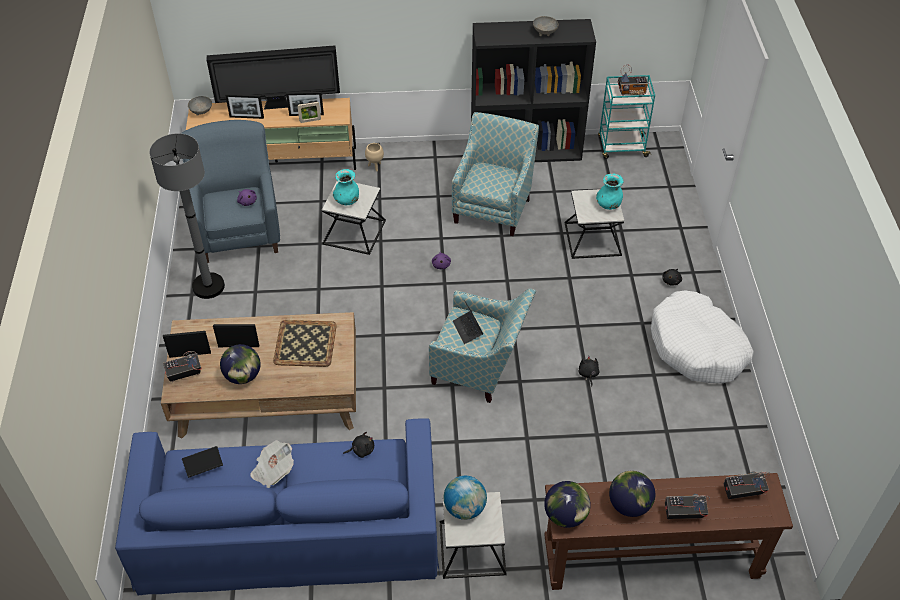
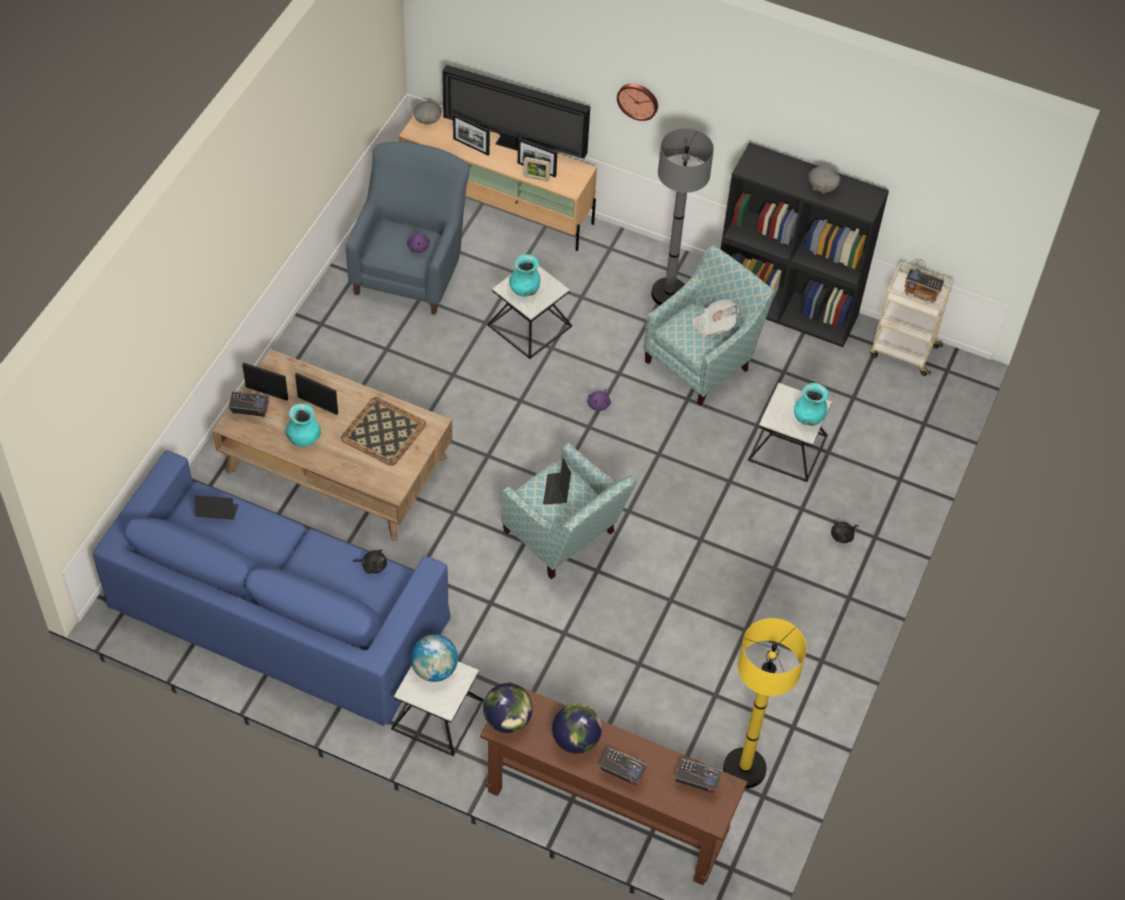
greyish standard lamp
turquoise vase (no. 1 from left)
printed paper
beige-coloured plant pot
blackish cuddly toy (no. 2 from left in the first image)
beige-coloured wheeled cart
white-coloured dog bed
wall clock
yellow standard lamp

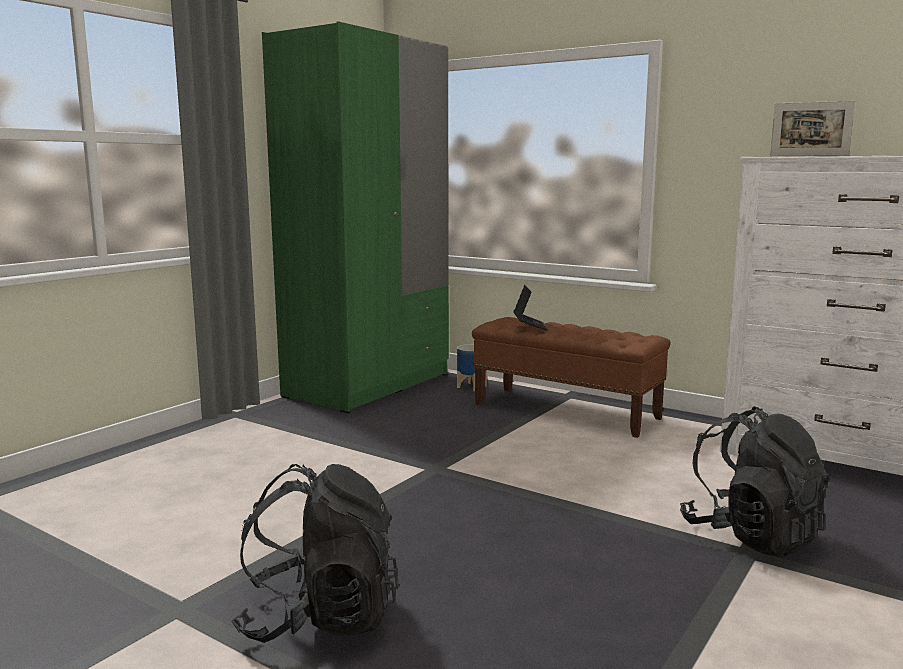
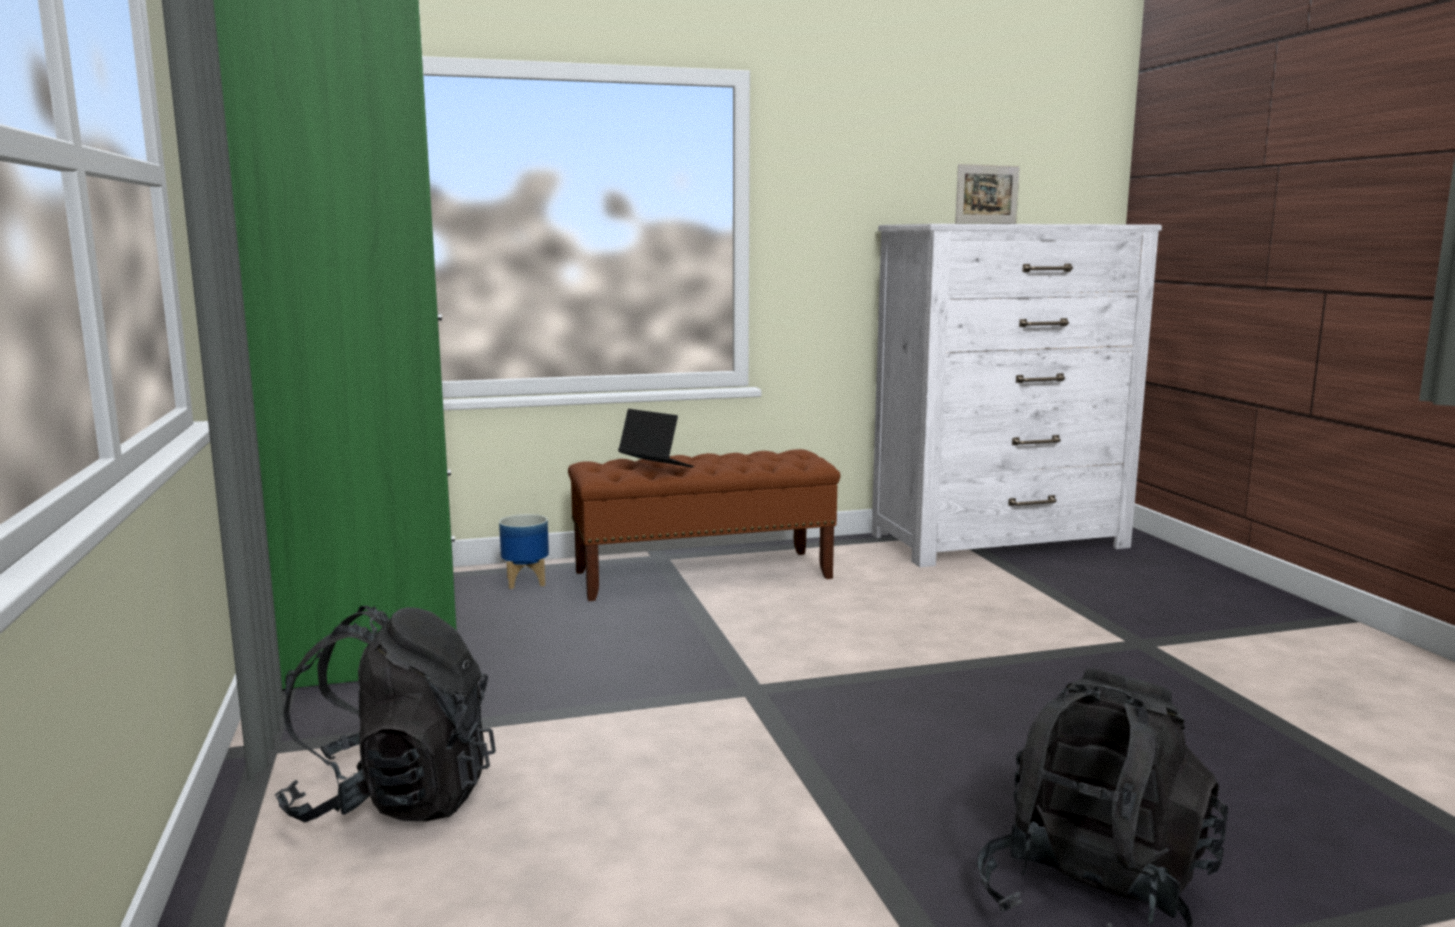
blackish backpack (no. 1 from left)

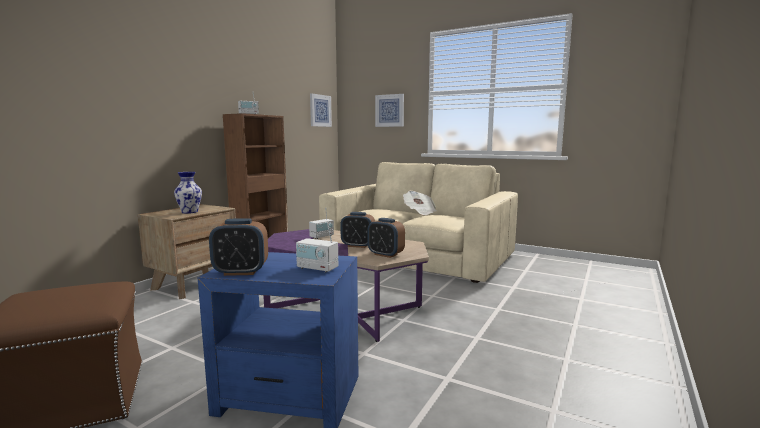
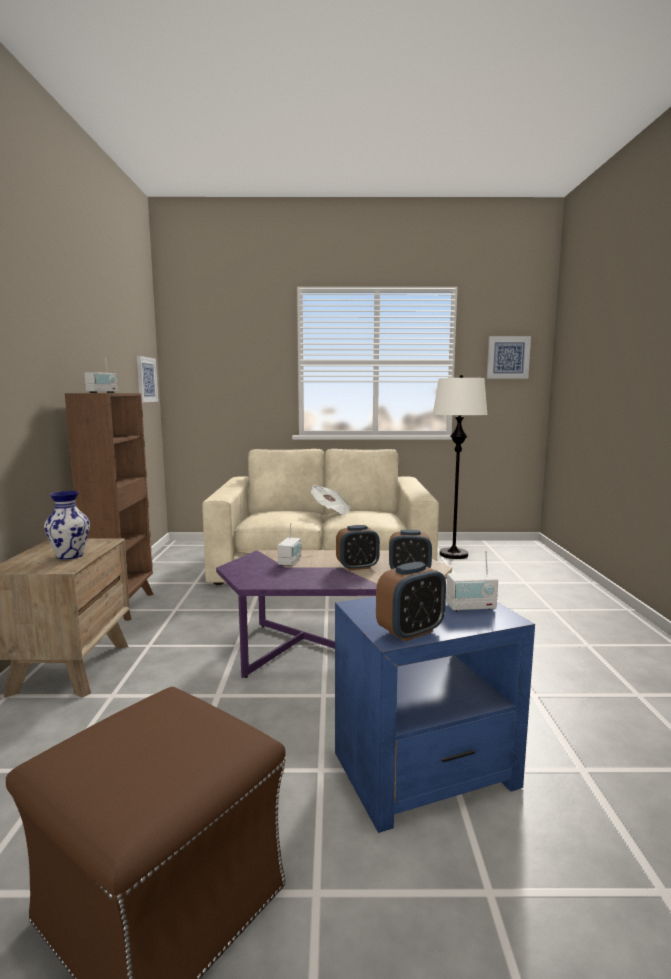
wall art (no. 2 from left)
white-coloured standard lamp

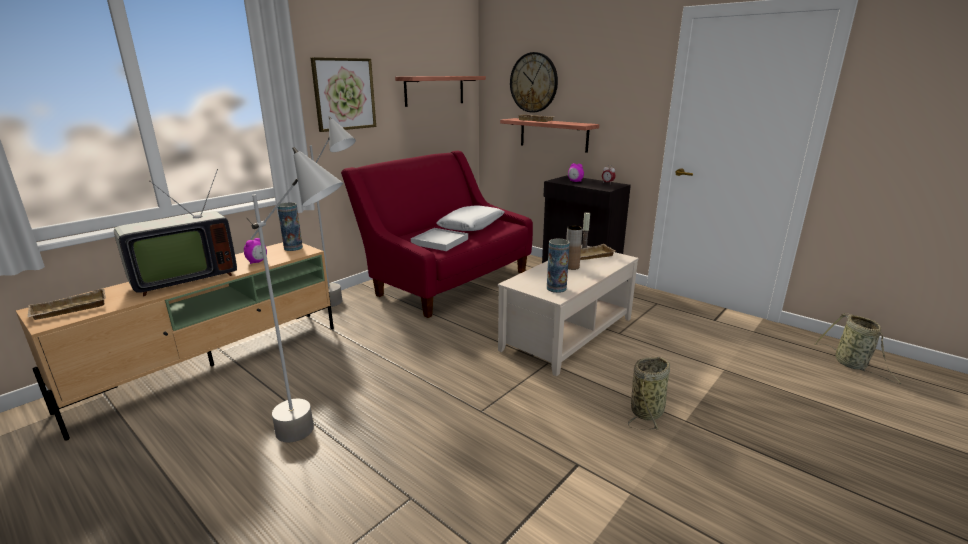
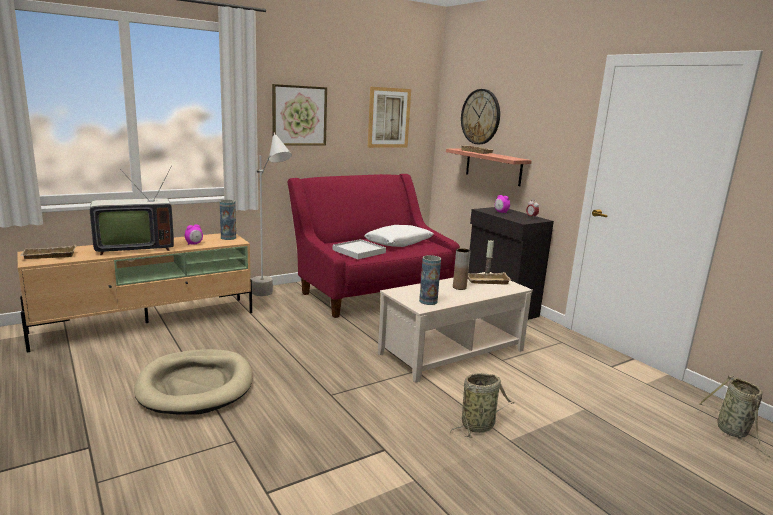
beige-coloured dog bed
wall art (no. 2 from left)

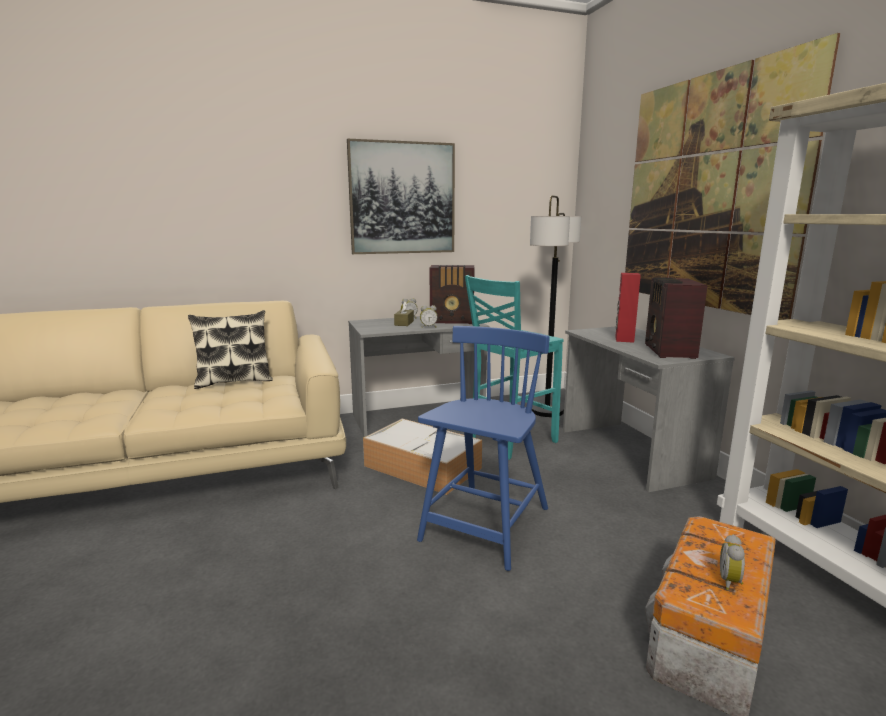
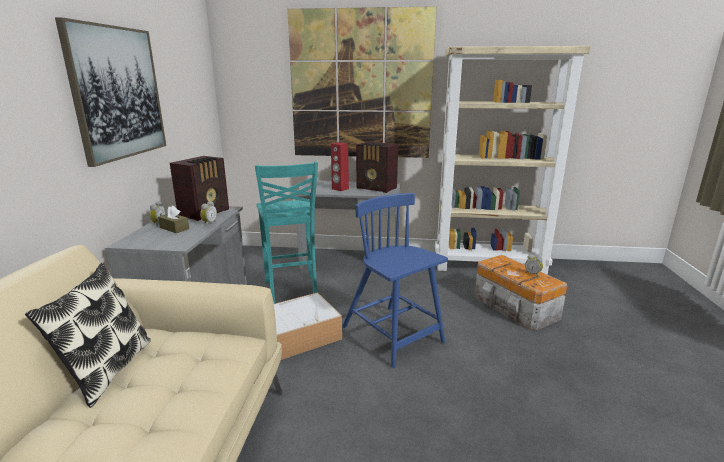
standard lamp

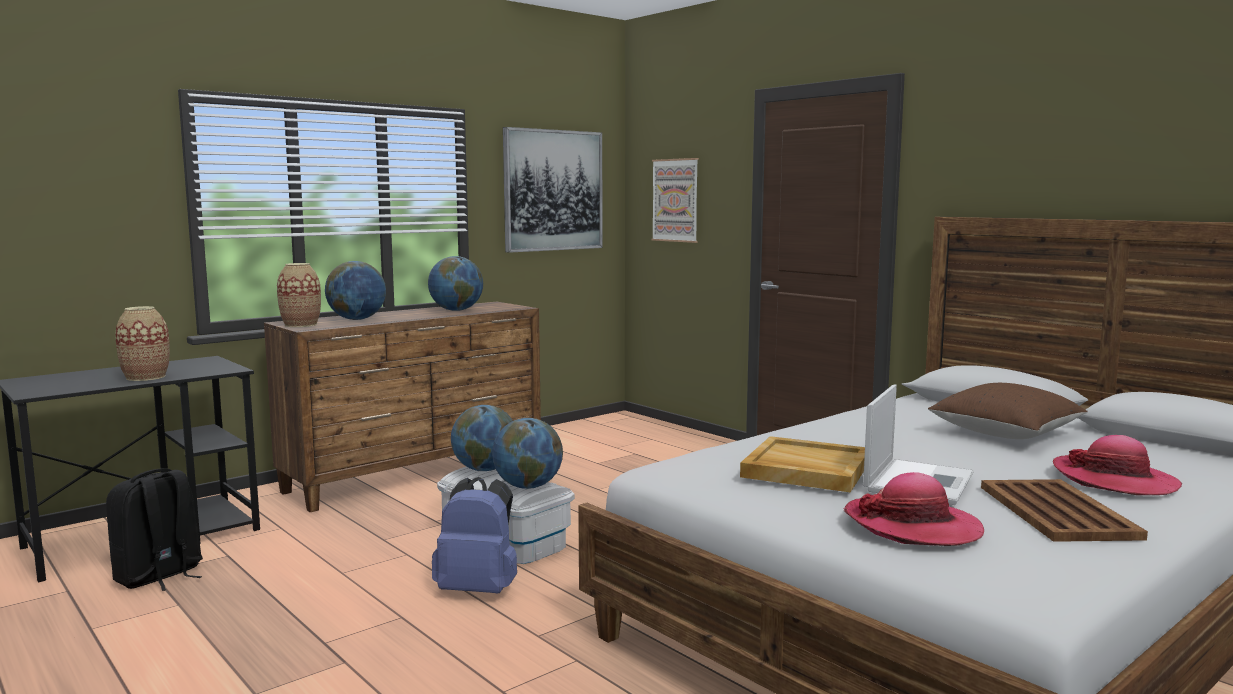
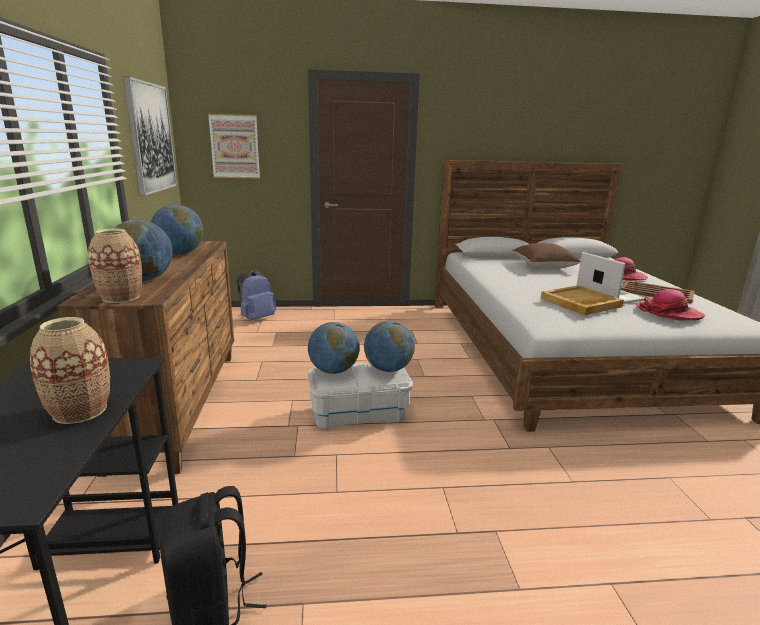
blue-coloured backpack

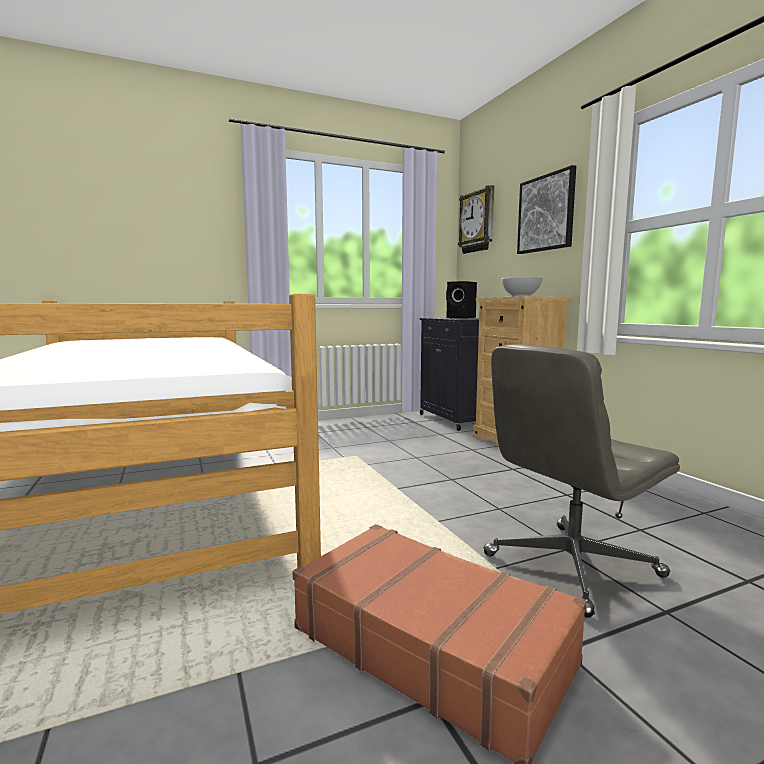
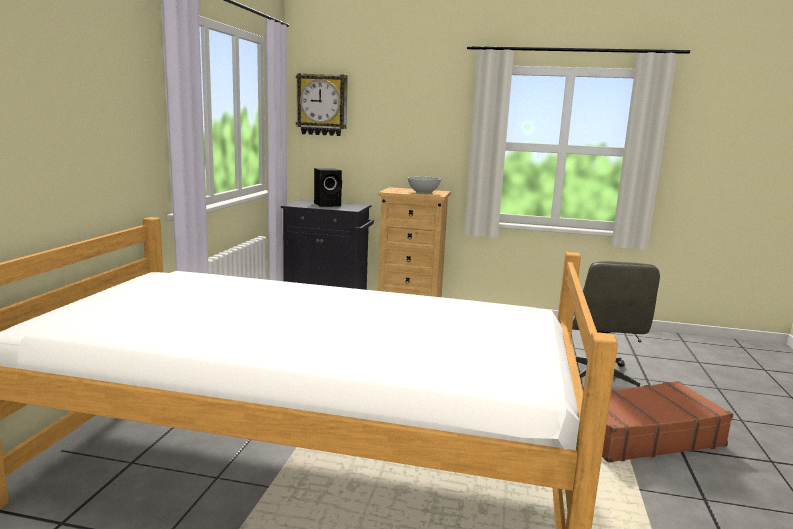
wall art

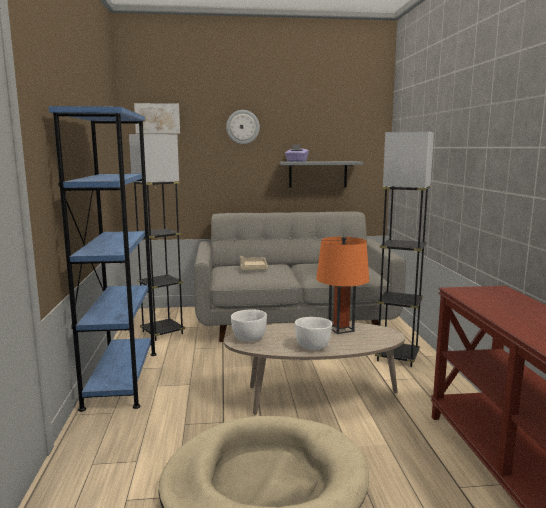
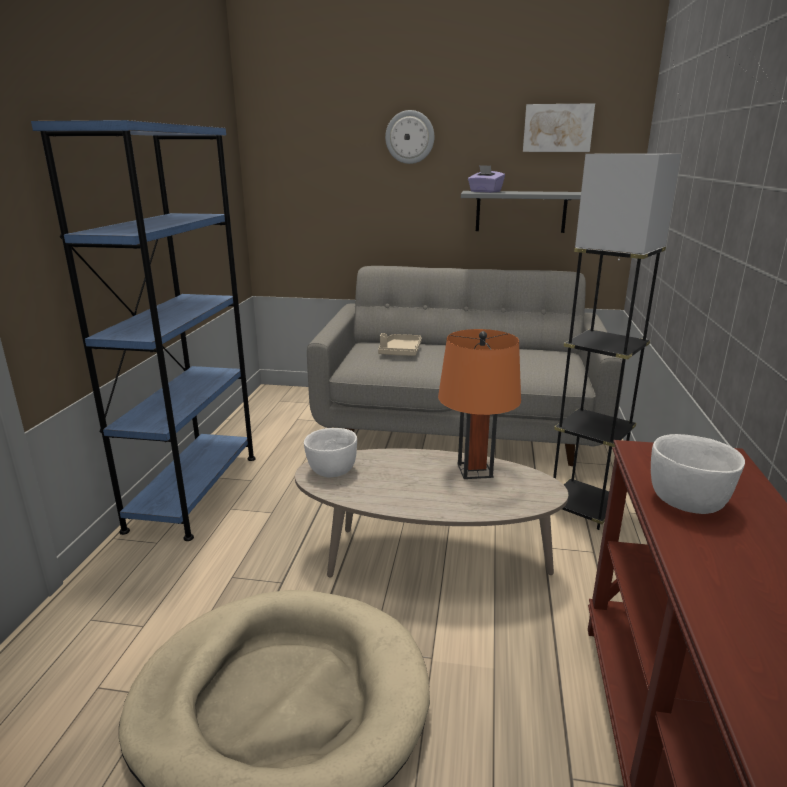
greyish standard lamp (no. 1 from left in the first image)
wall art
white-coloured serving bowl (no. 2 from left)

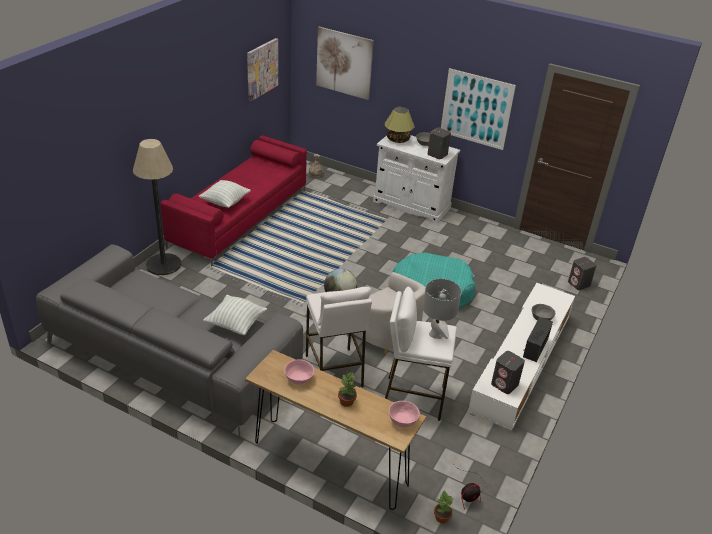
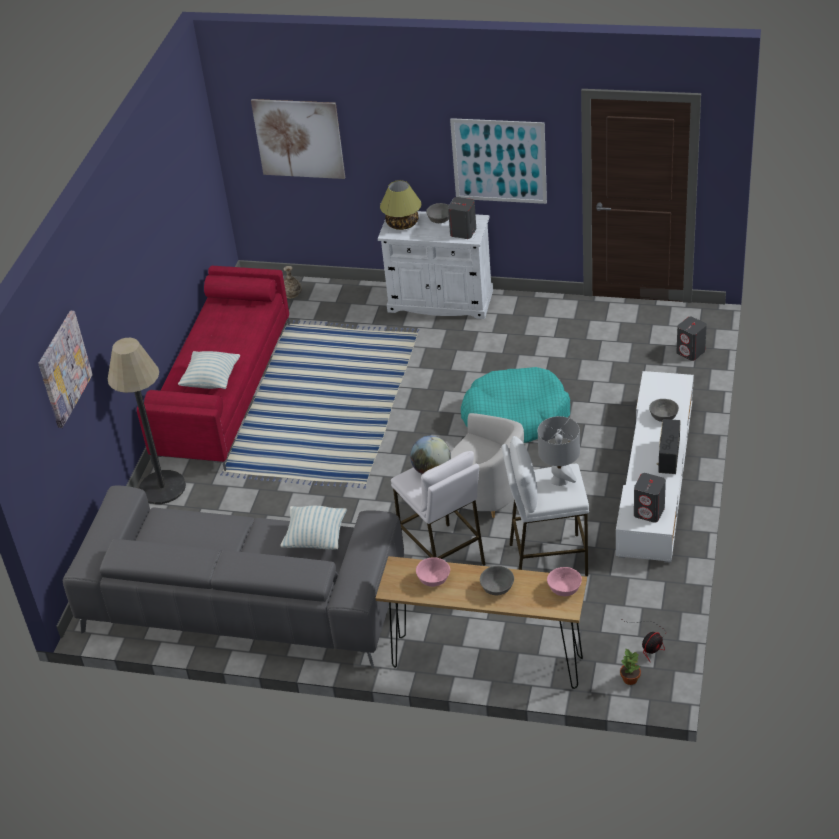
wall art (no. 1 from left)
greyish serving bowl (no. 2 from left)

